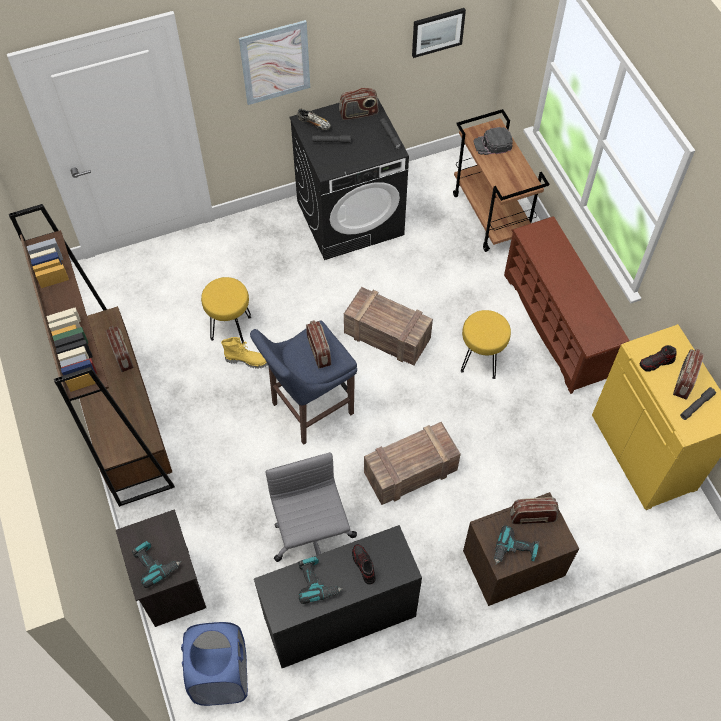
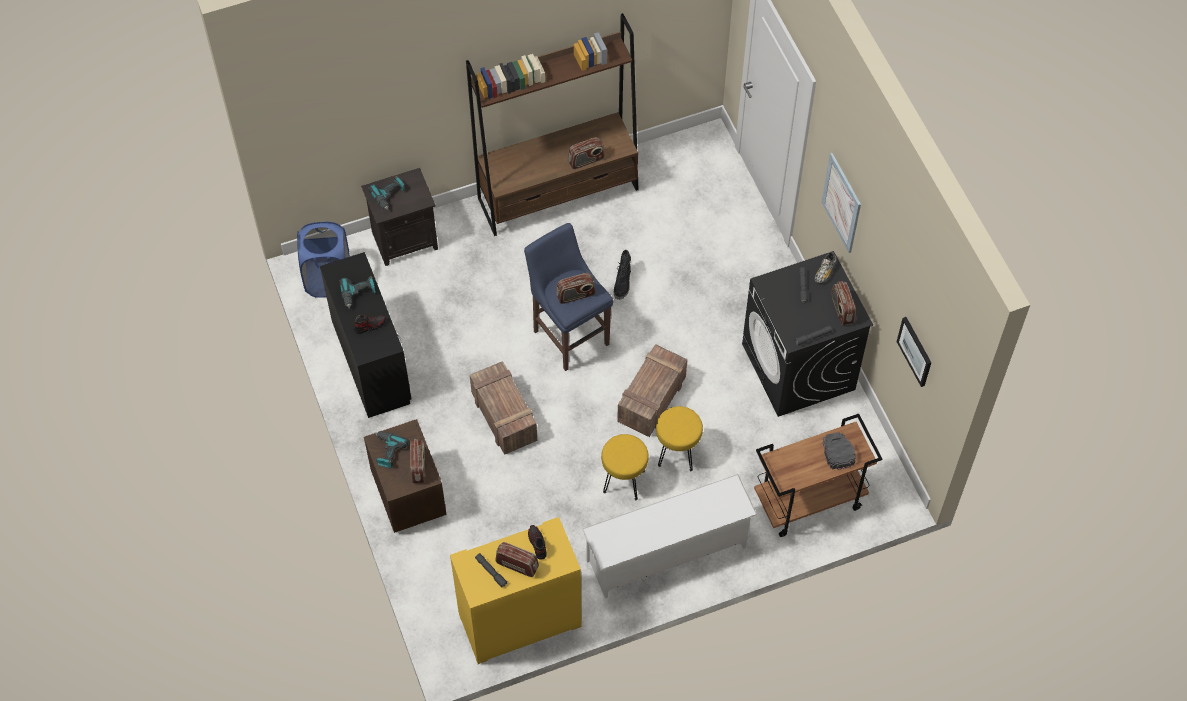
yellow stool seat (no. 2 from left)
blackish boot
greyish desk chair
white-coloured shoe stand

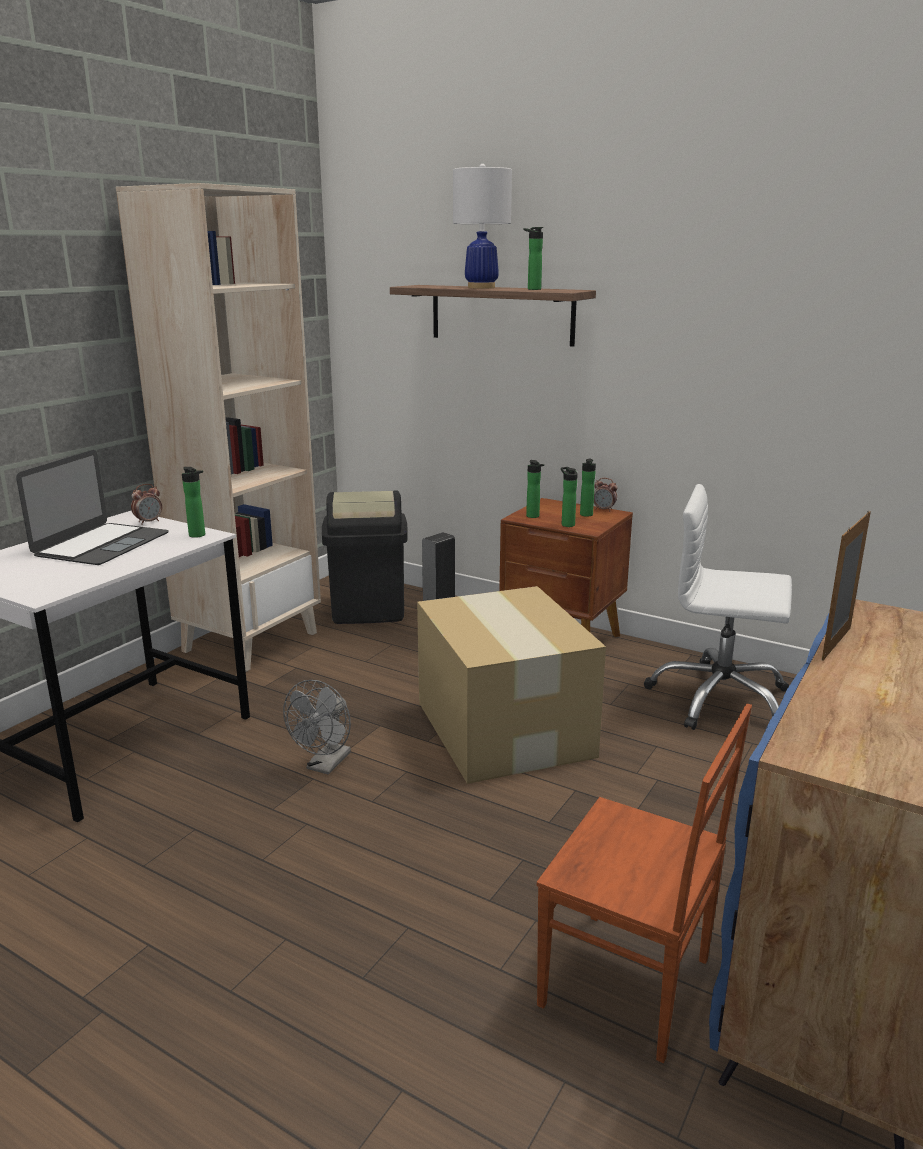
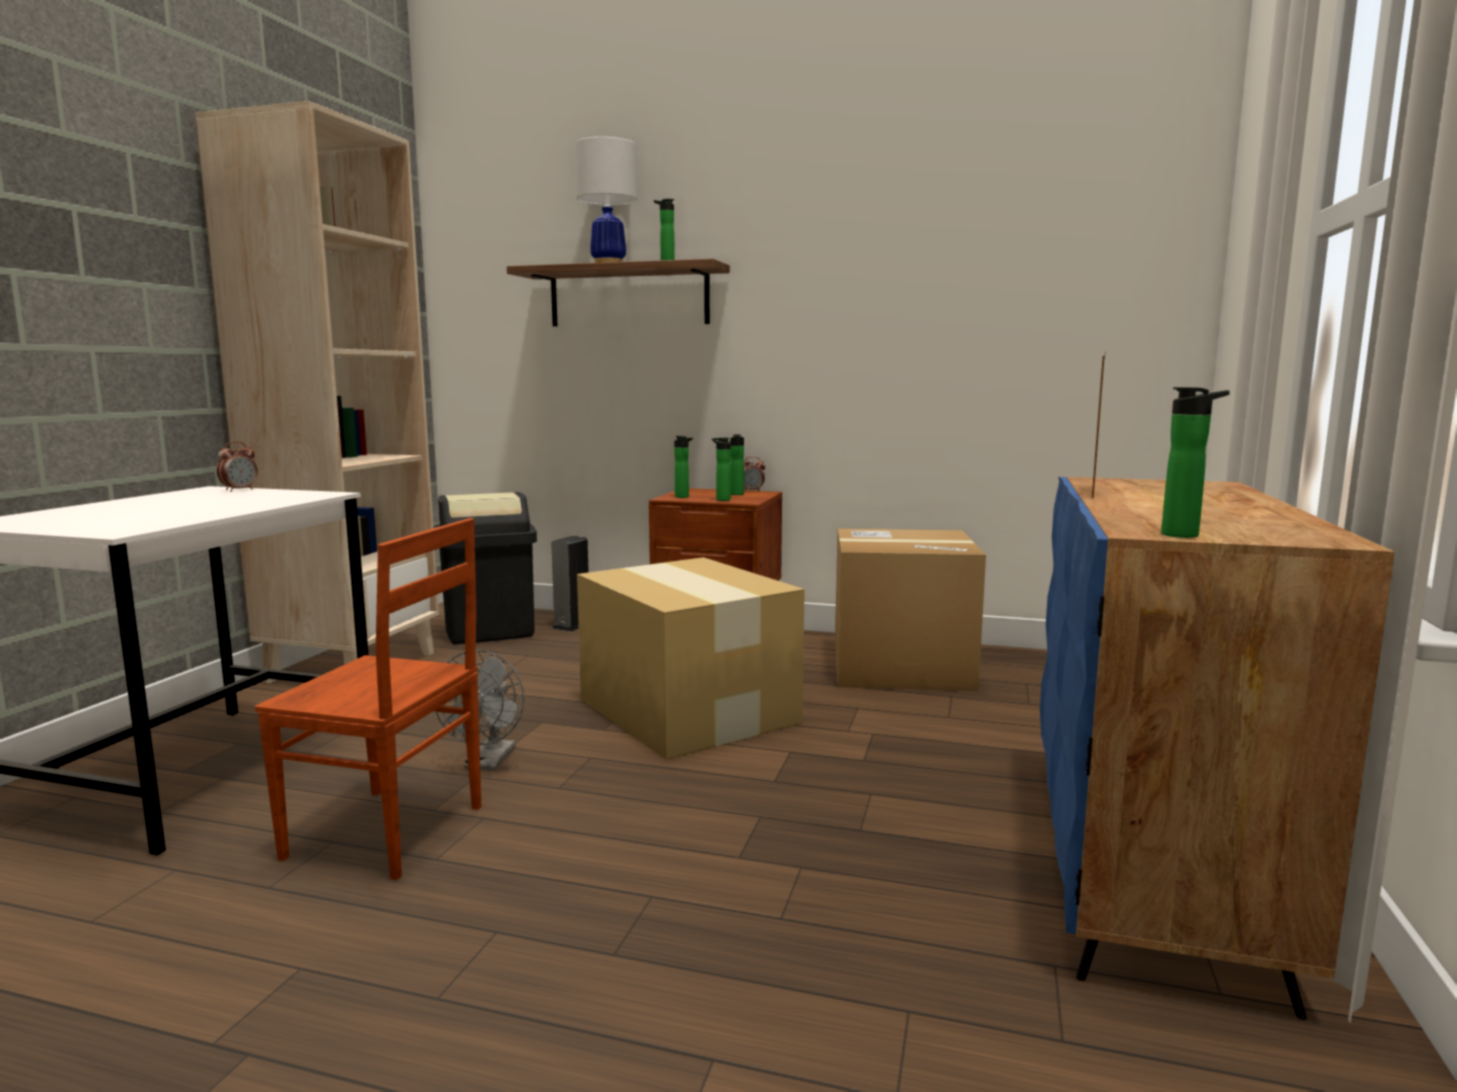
notebook computer
drink bottle (no. 5 from left)
brown plain chair
carton (no. 2 from left)

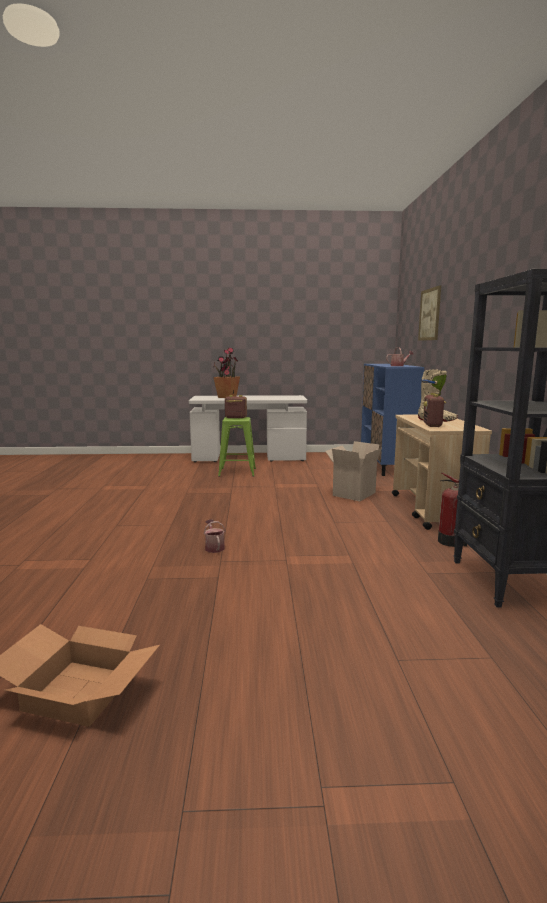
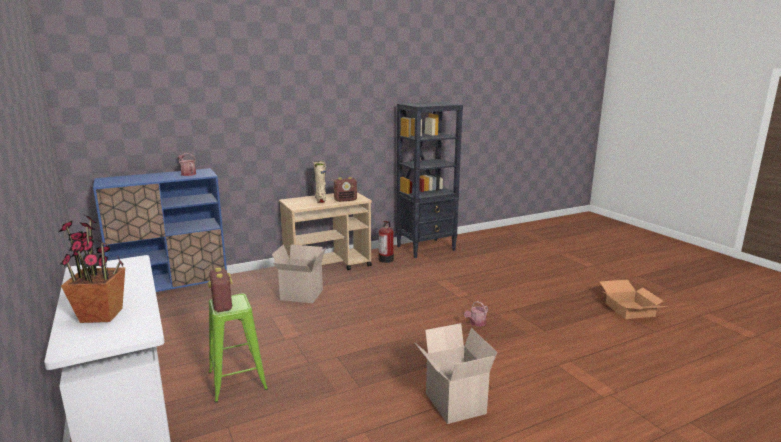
wall art
carton (no. 2 from left)

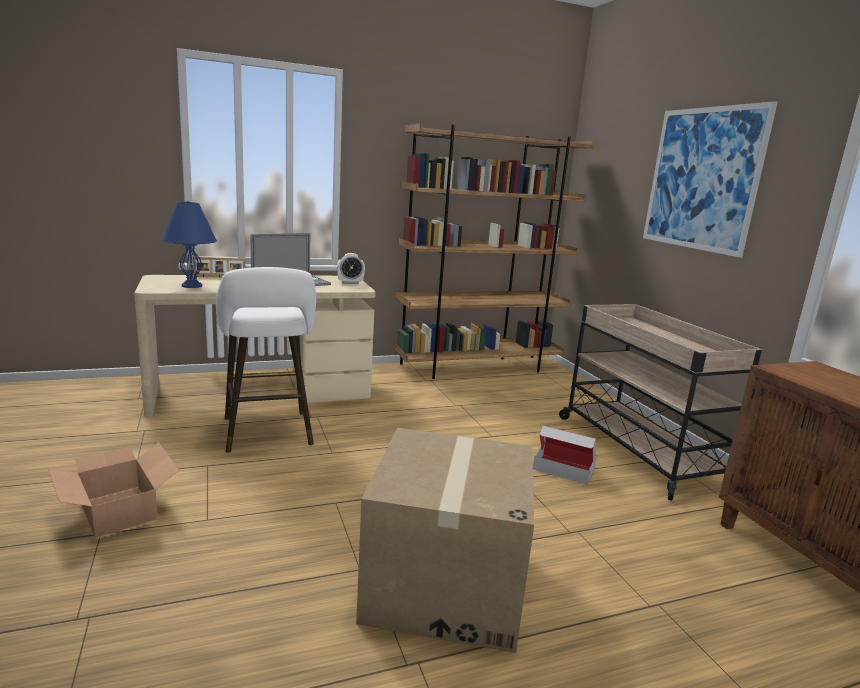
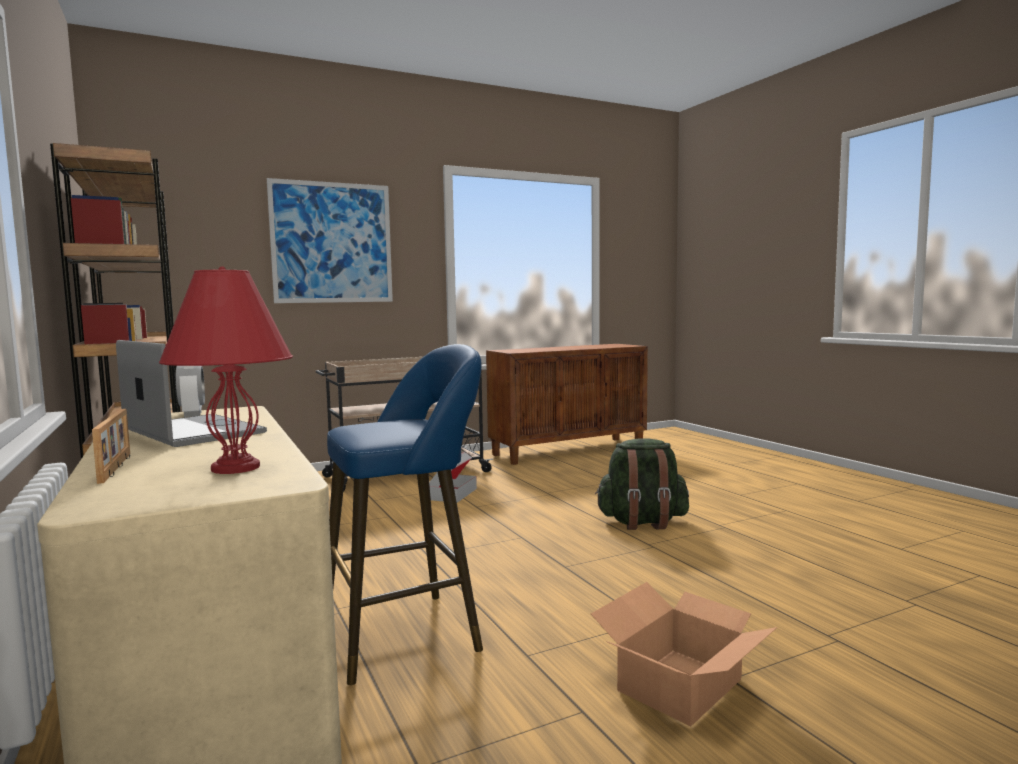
reddish tabletop lamp
blue-coloured stool seat
green-coloured backpack

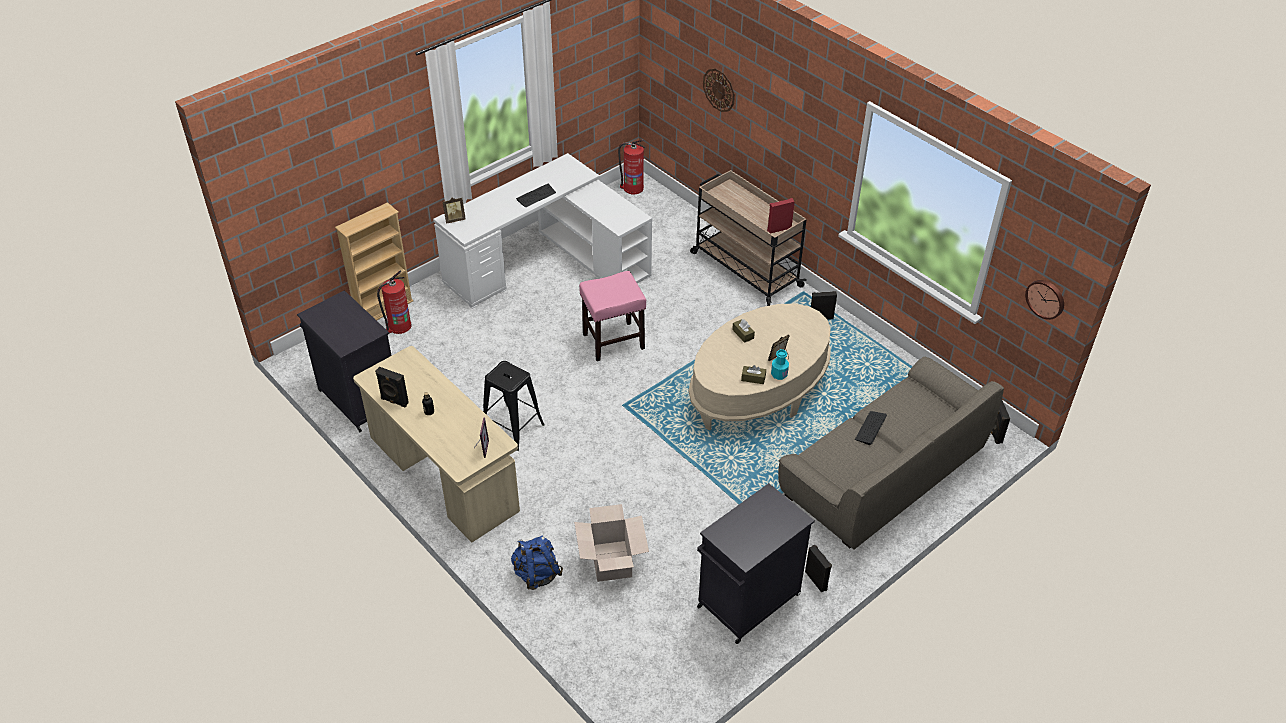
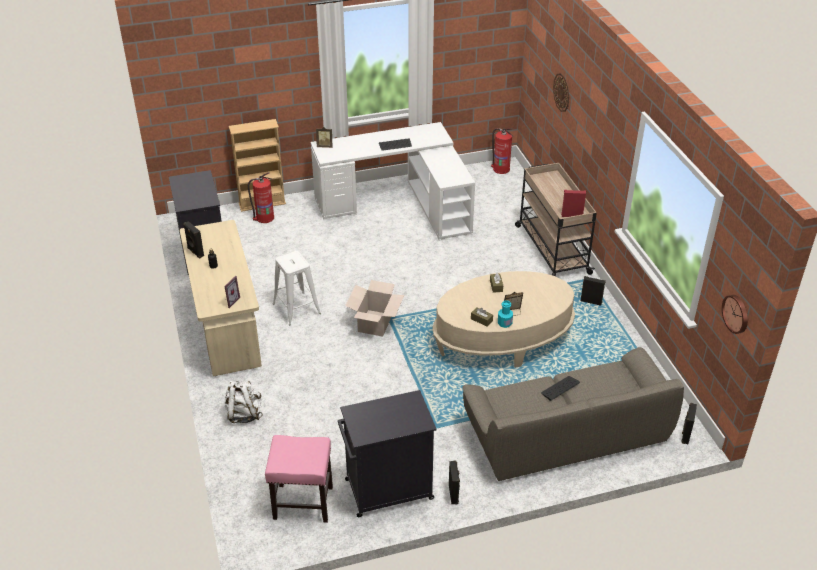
white-coloured stool seat
white-coloured backpack
carton
pink stool seat

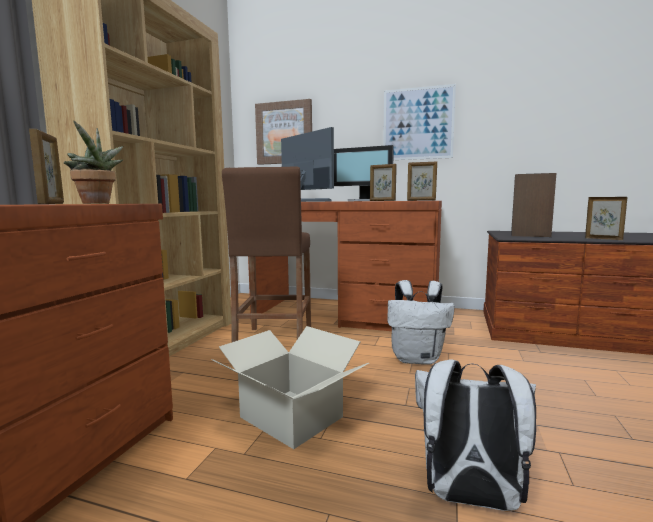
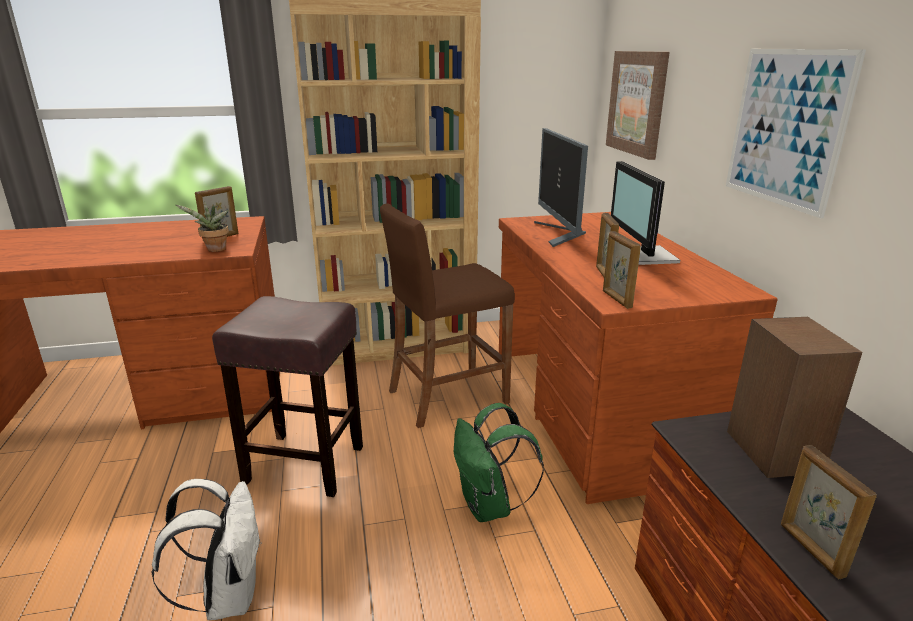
brown stool seat (no. 1 from left)
monitor (no. 1 from left)
green-coloured backpack
picture frame (no. 4 from left)

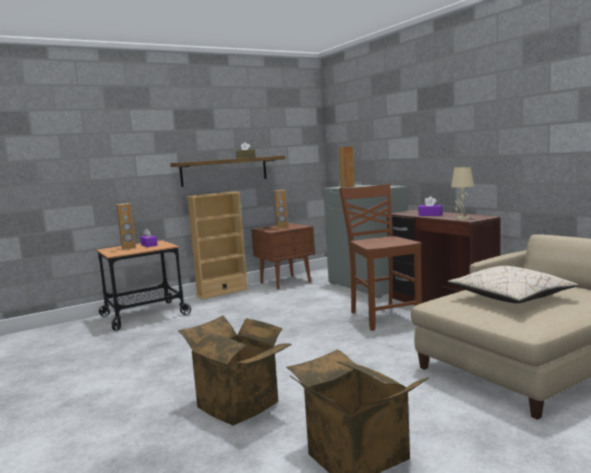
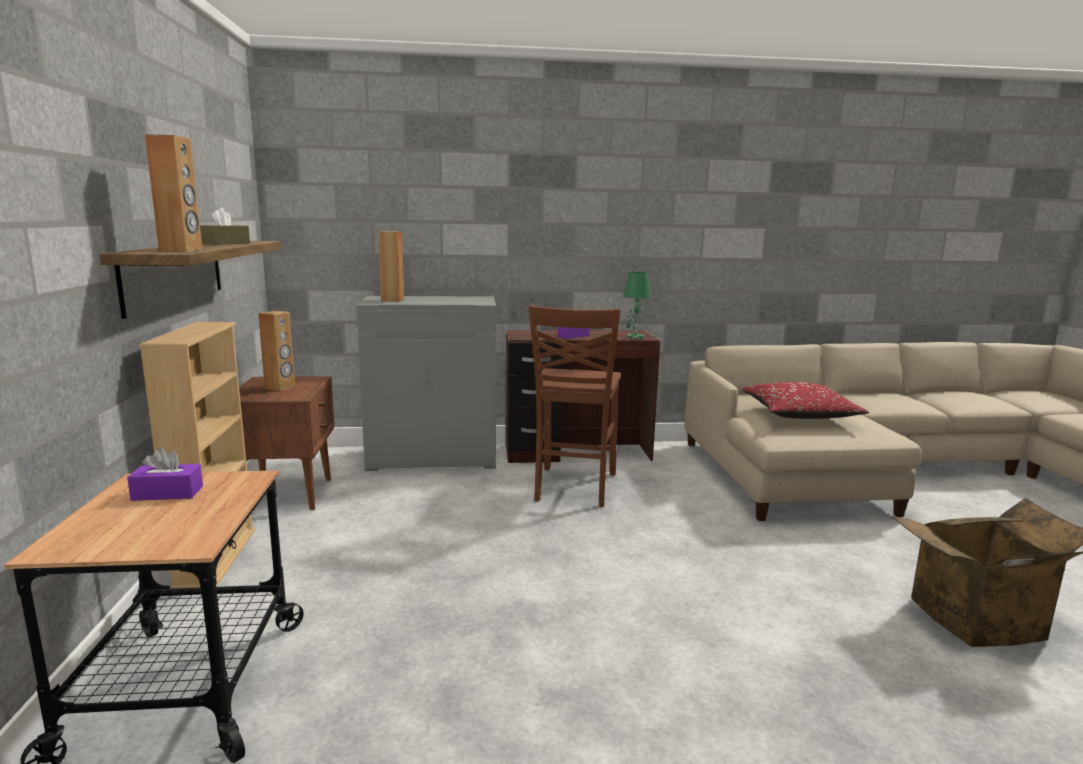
brown speaker (no. 1 from left)
carton (no. 1 from left in the first image)
brown plain chair
reddish cushion
green-coloured tabletop lamp

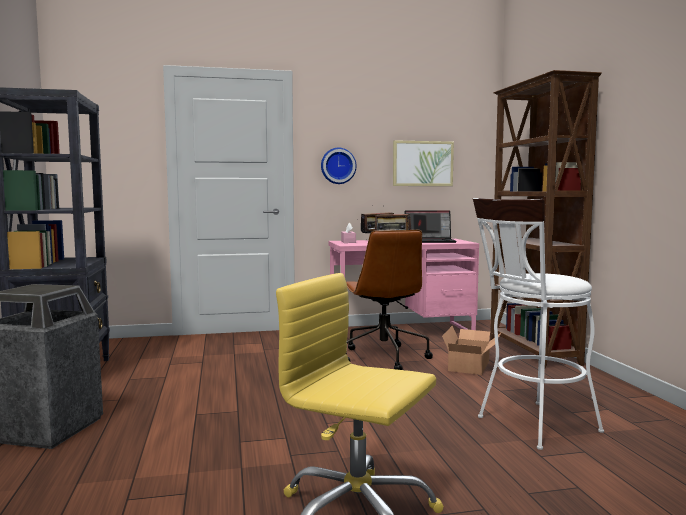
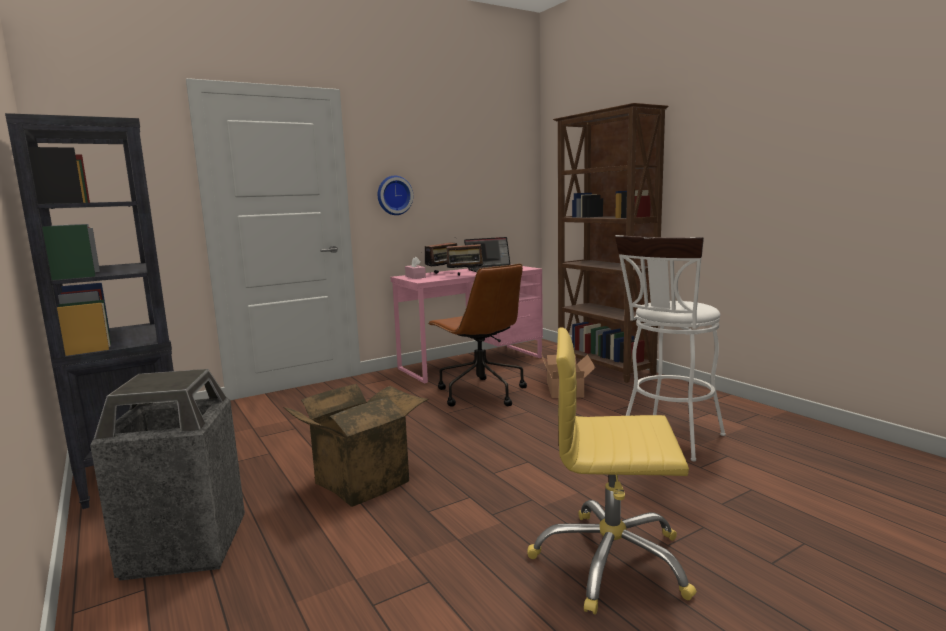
wall art
carton (no. 1 from left)

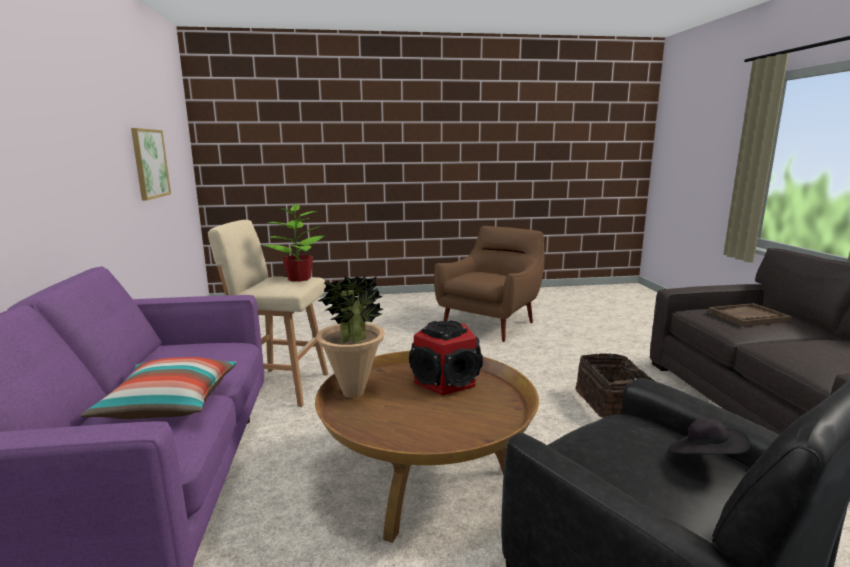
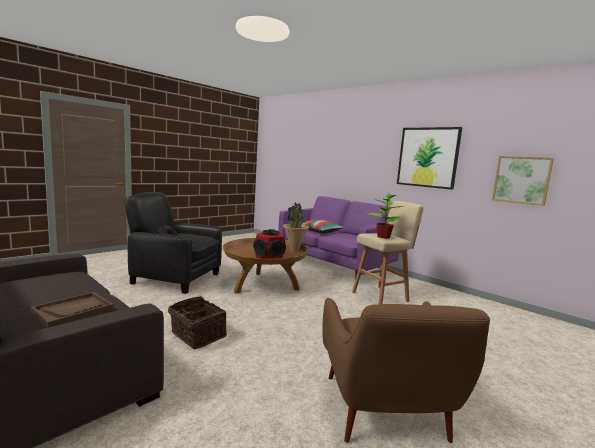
wall art (no. 1 from left)

